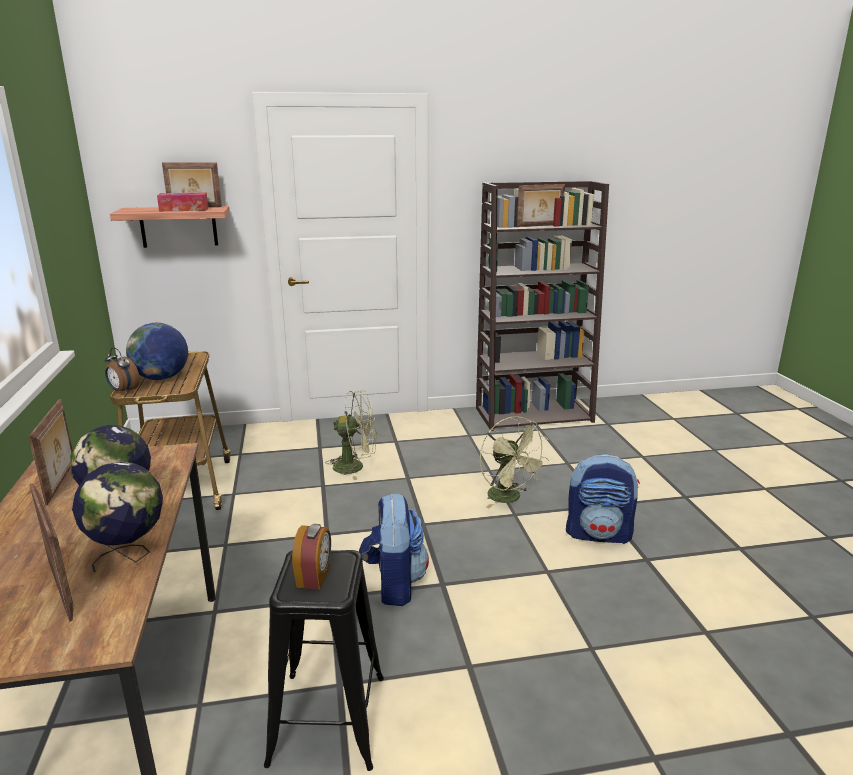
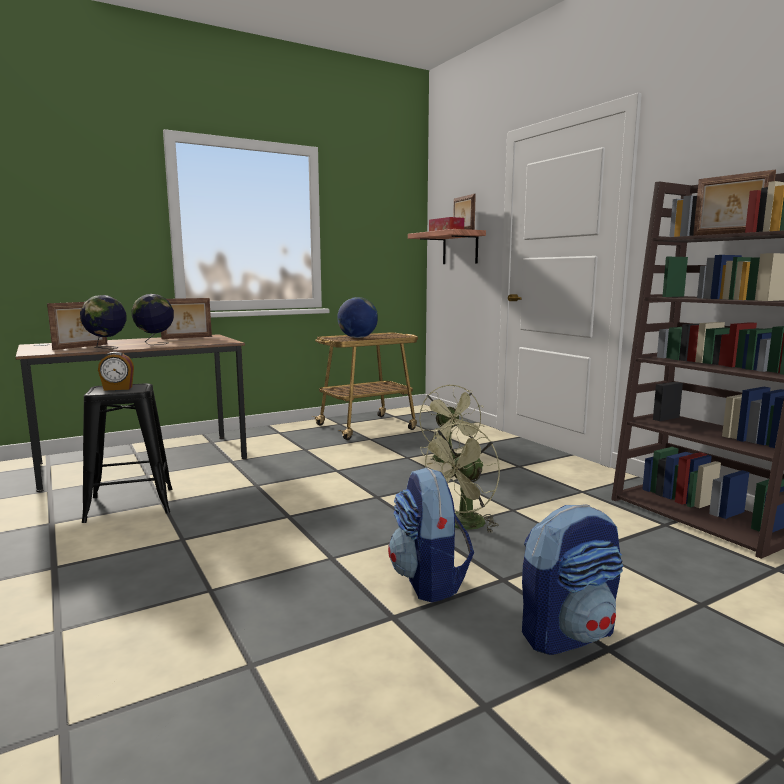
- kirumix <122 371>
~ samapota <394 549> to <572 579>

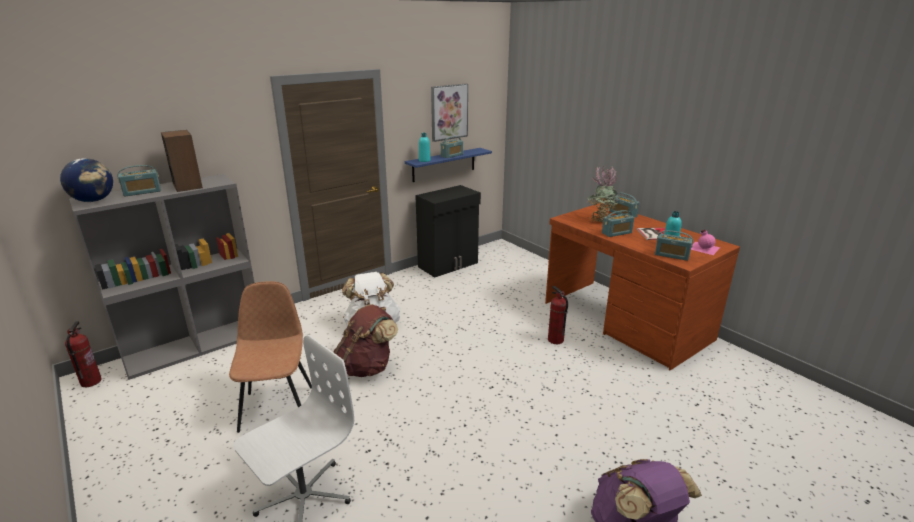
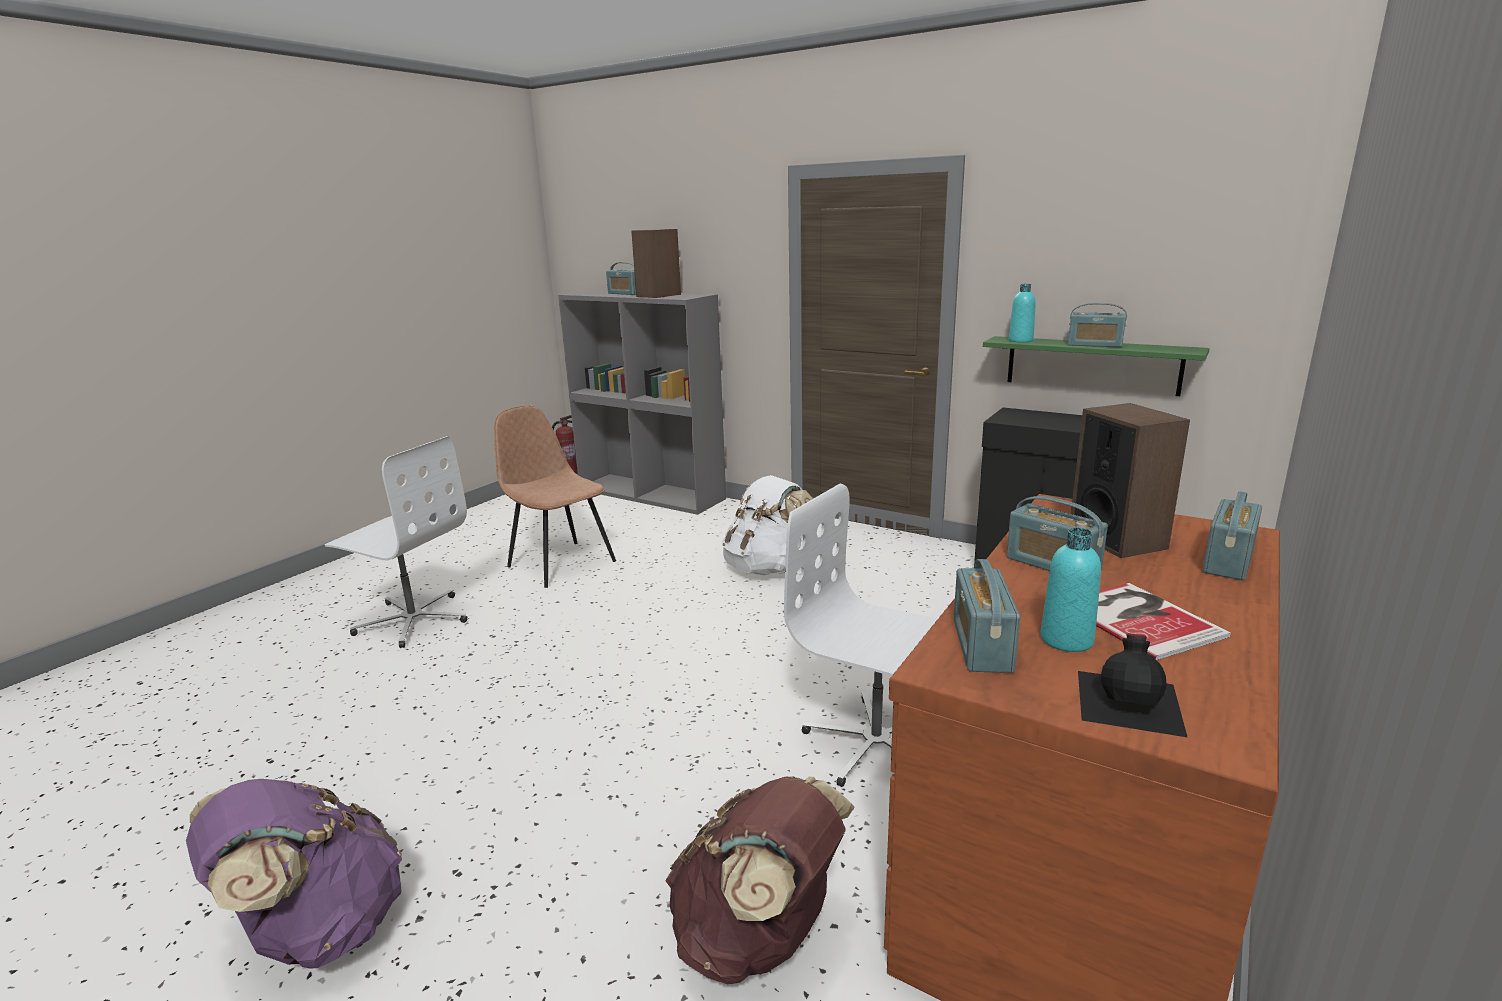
- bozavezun <449 113>
~ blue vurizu <448 165> to green vurizu <1096 366>
- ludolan <86 180>
~ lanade <602 194> to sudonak <1130 480>
~ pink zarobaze <705 242> to black zarobaze <1132 685>
~ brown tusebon <270 357> = <555 496> 105 degrees counterclockwise
~ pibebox <558 315> to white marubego <860 635>
~ brown samapota <366 340> to <760 880>

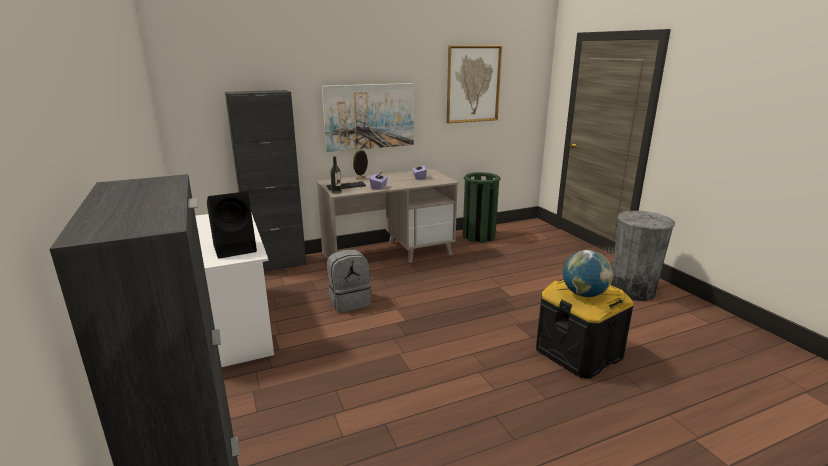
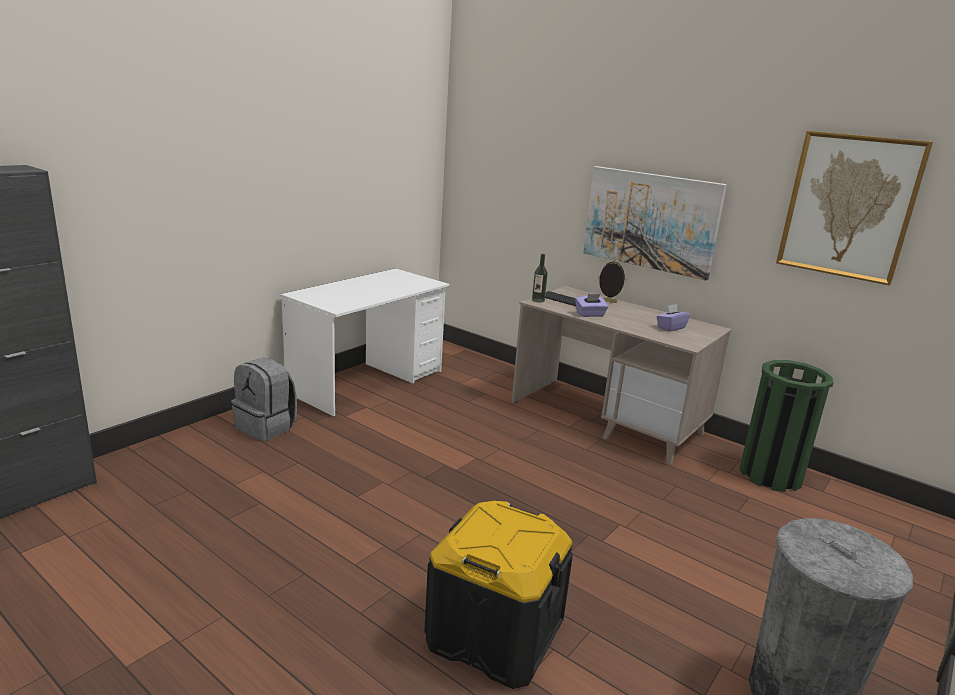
- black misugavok <265 180>
- black sudonak <232 225>
~ grey samapota <349 281> to <264 399>
- ludolan <588 273>

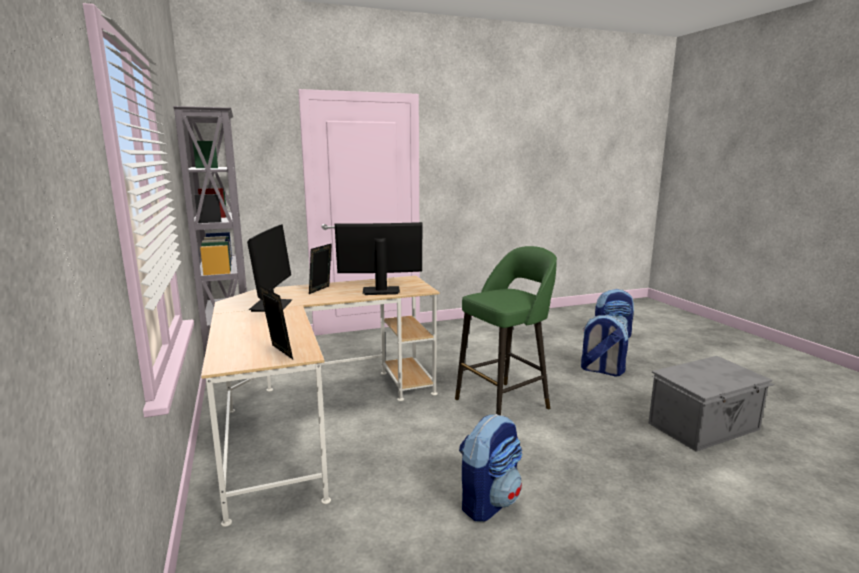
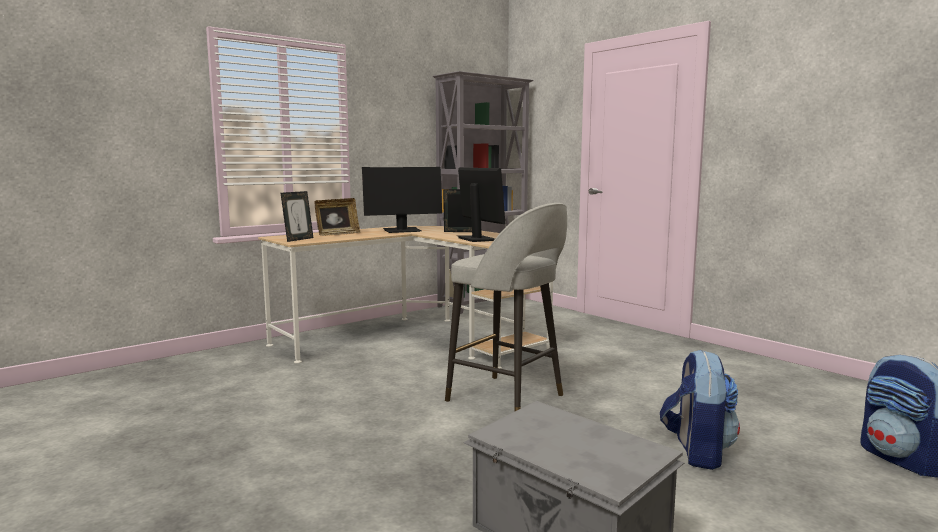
~ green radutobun <506 330> to grey radutobun <506 307>
- samapota <490 468>
+ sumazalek <337 217>

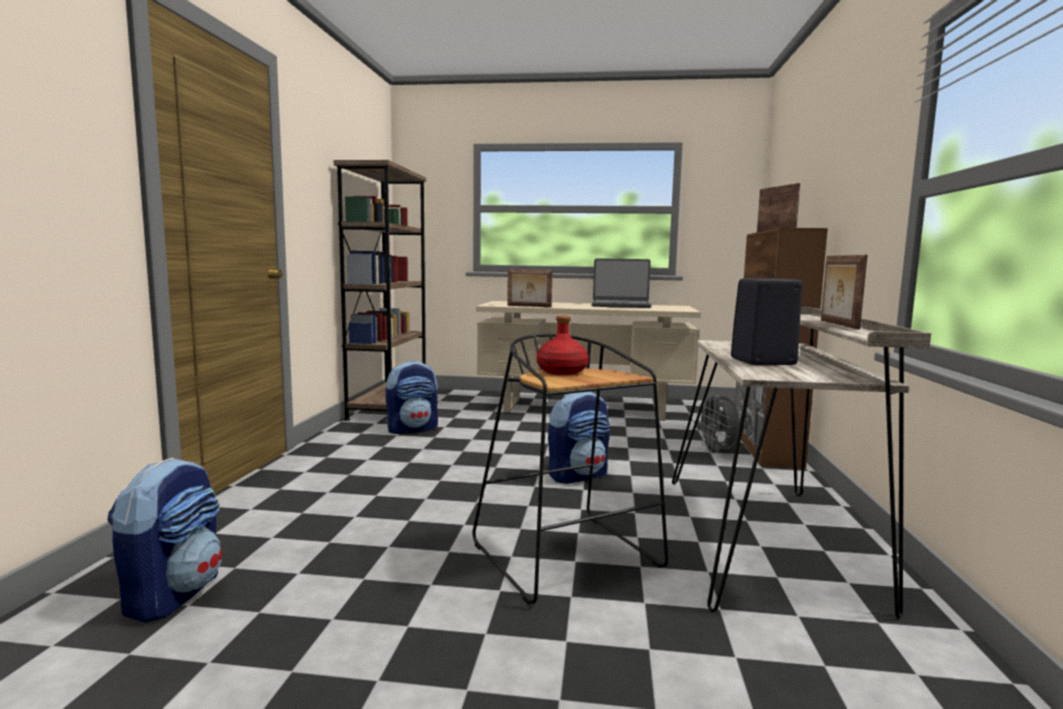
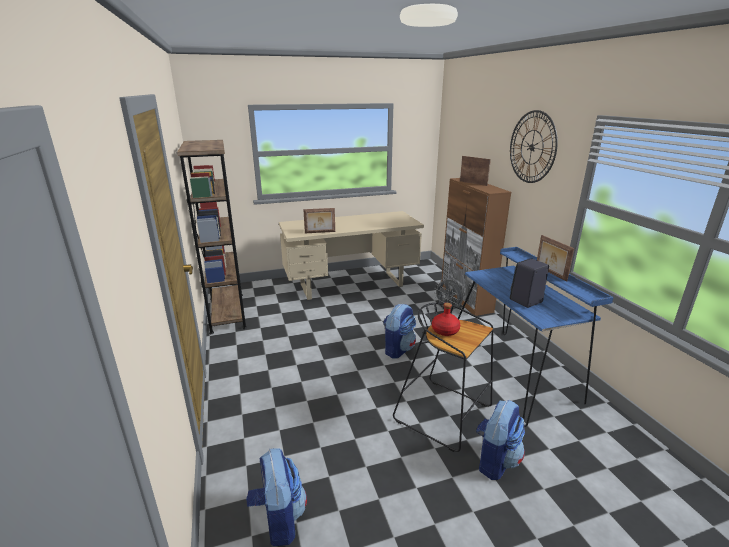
- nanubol <621 283>
~ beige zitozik <801 463> to blue zitozik <536 337>
~ samapota <411 397> to <500 440>
+ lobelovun <534 146>

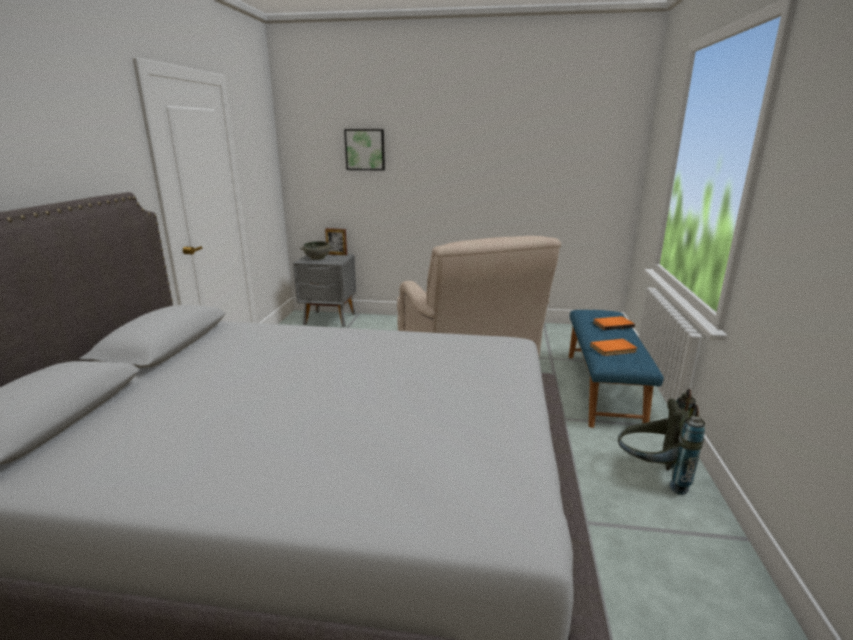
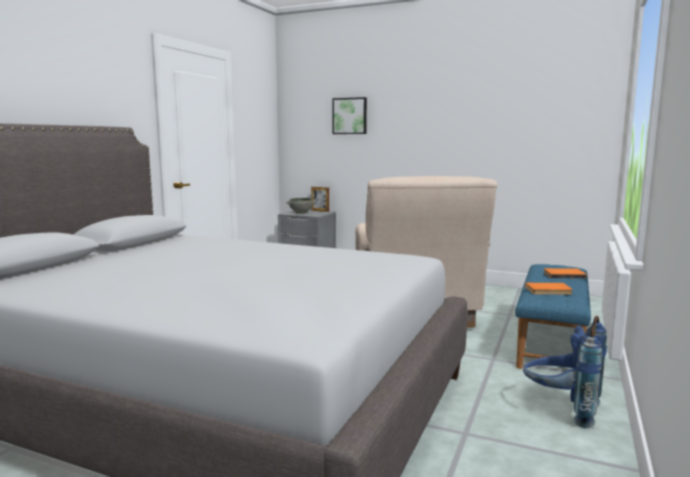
~ grey samapota <661 442> to blue samapota <565 372>

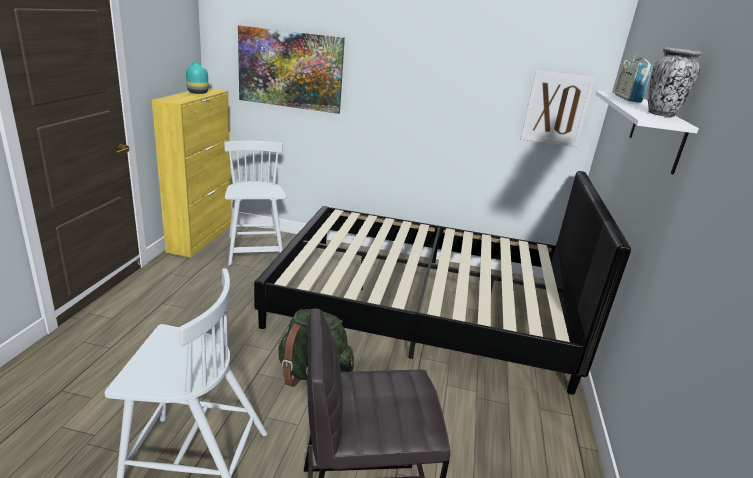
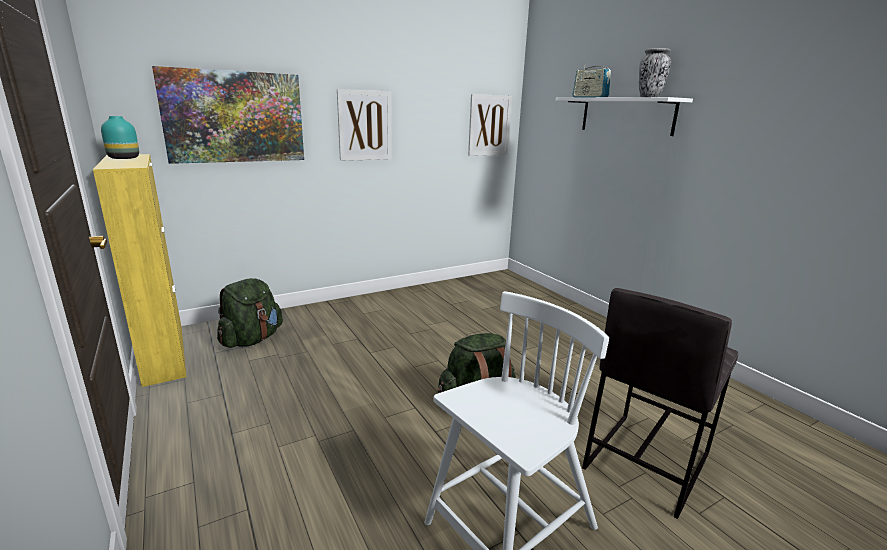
~ white tusebon <255 203> to green samapota <250 313>
- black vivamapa <442 283>
+ bozavezun <364 125>

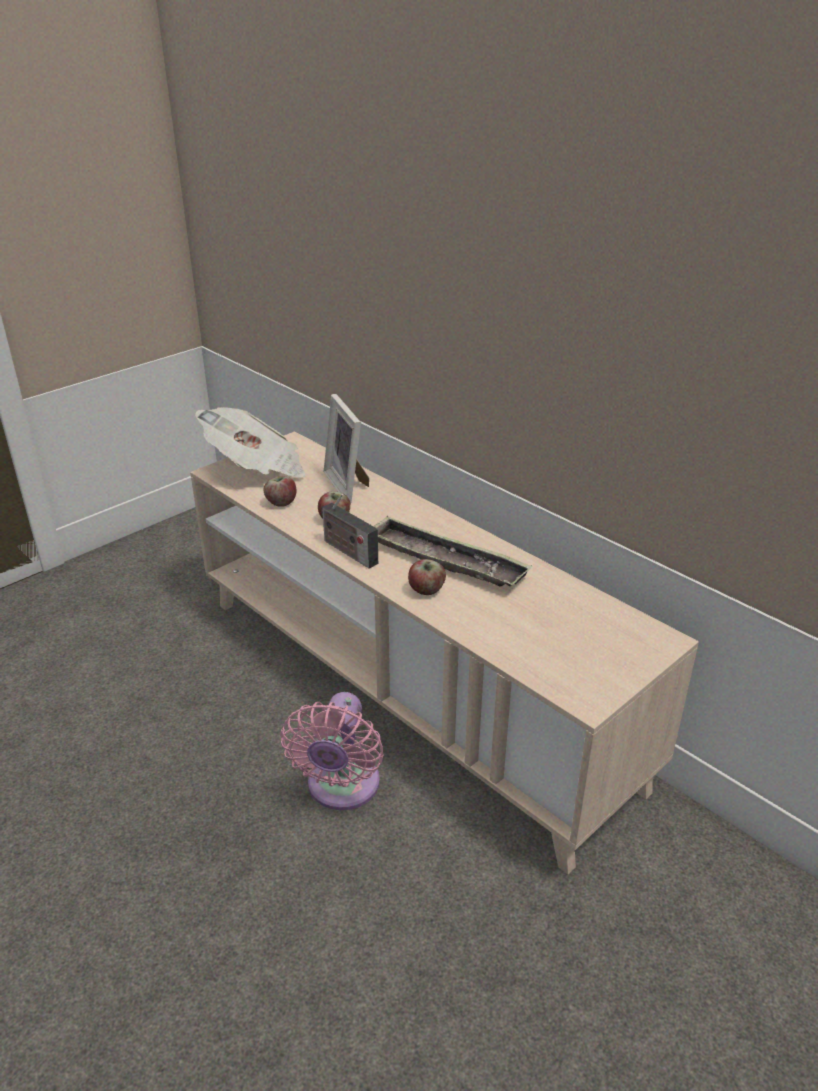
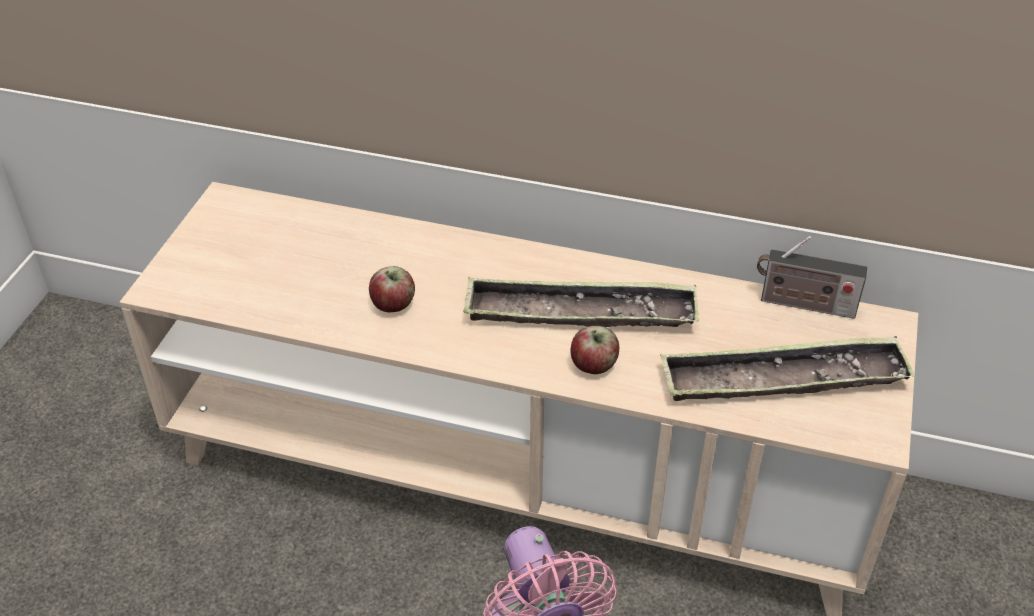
- sumazalek <346 449>
- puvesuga <250 442>
- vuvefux <280 491>
~ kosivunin <349 531> to <812 277>
+ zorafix <788 368>

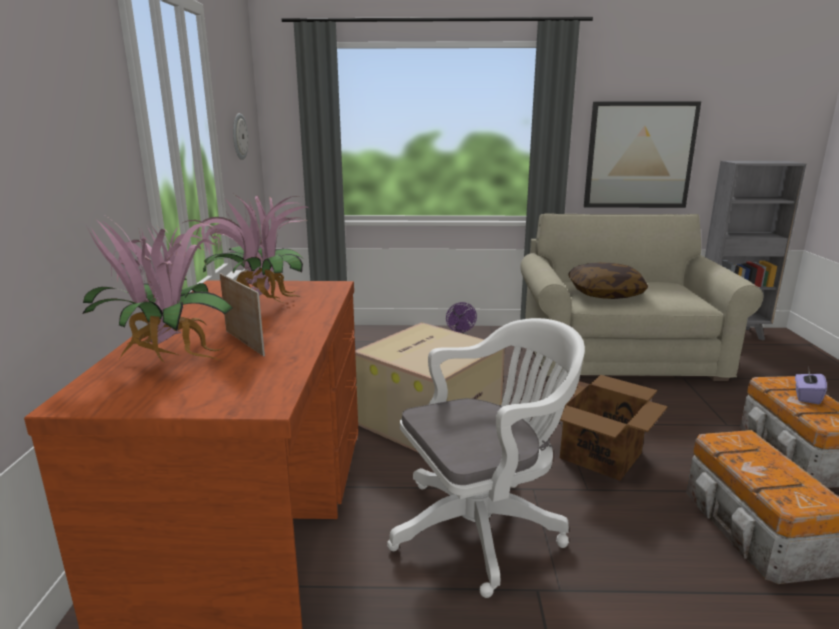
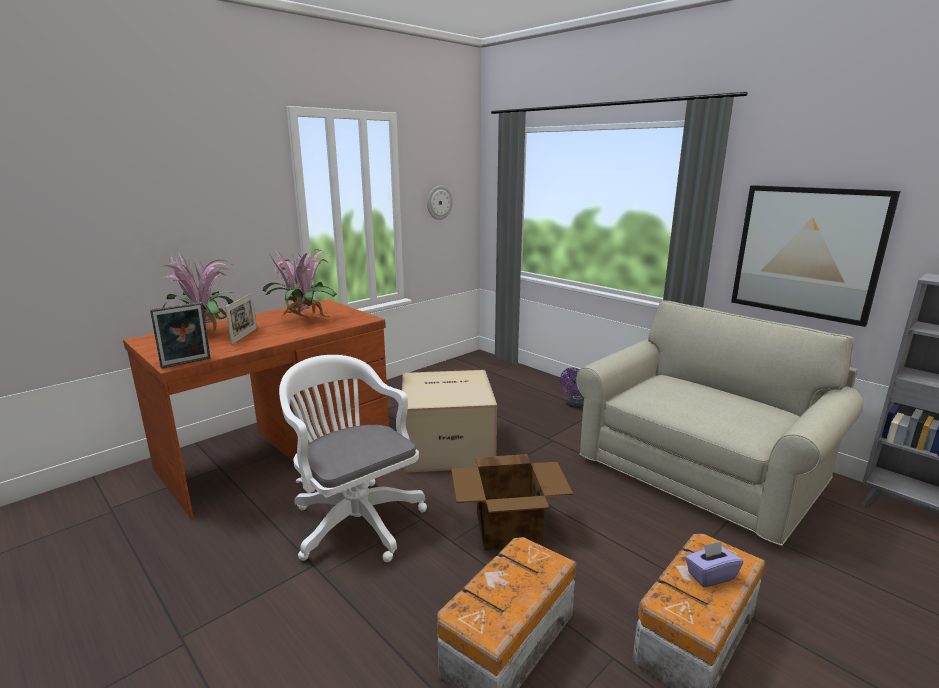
- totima <608 280>
~ white marubego <486 458> = <353 458> 150 degrees counterclockwise
+ sumazalek <180 335>

